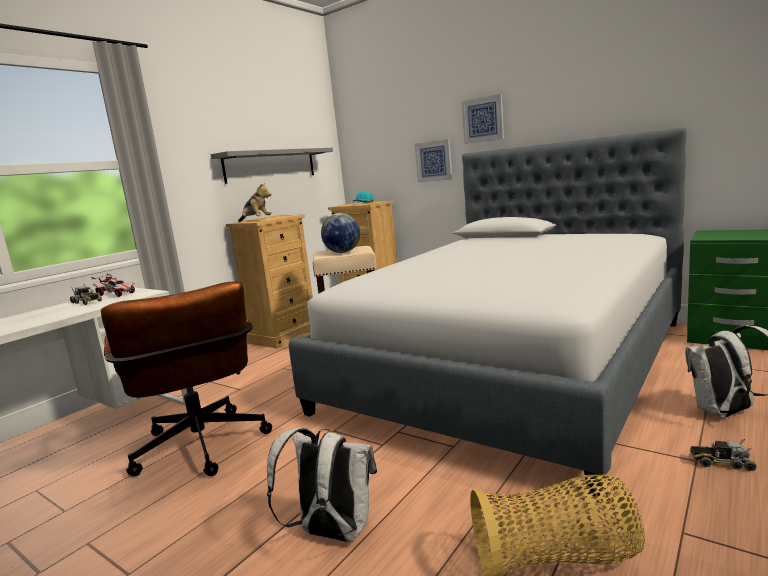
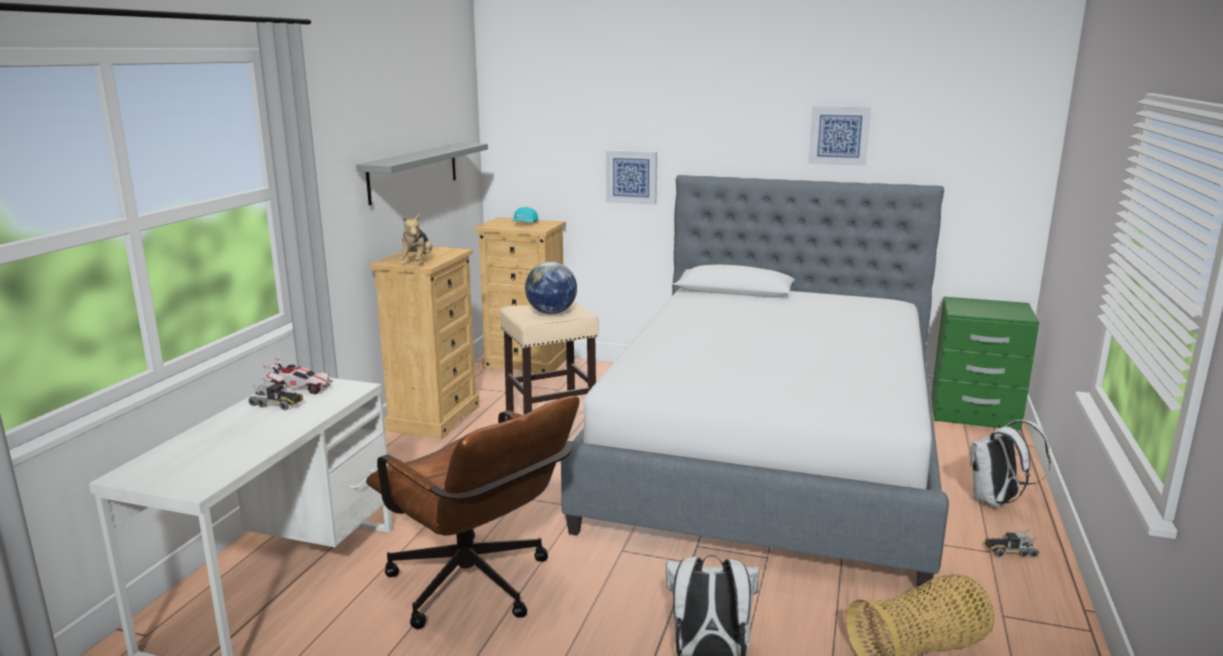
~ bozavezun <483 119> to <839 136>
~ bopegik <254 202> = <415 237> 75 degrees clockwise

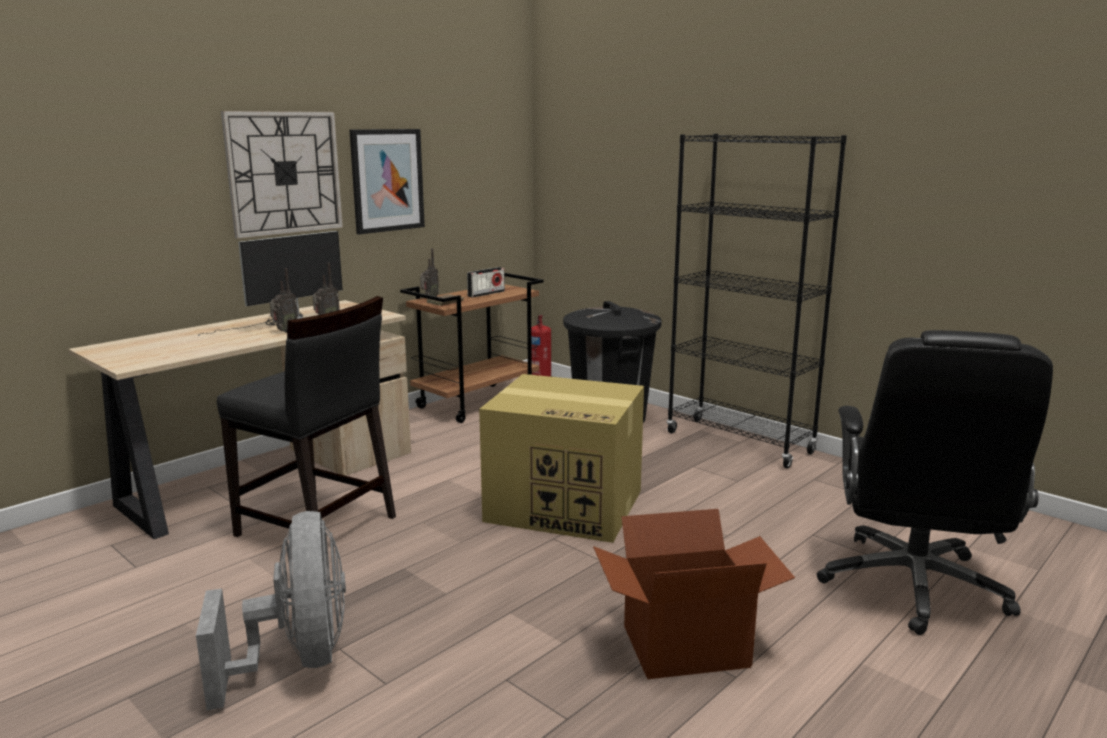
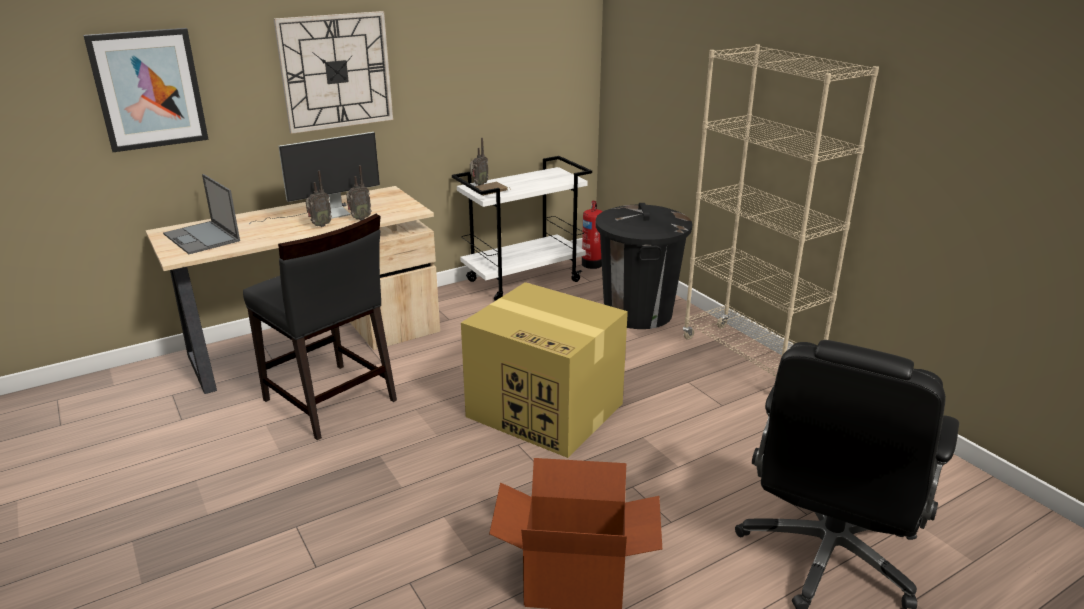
~ bozavezun <387 181> to <146 90>
~ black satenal <757 301> to beige satenal <781 210>
- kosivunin <486 282>
~ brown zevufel <472 348> to white zevufel <522 228>
- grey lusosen <271 610>
+ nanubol <201 214>

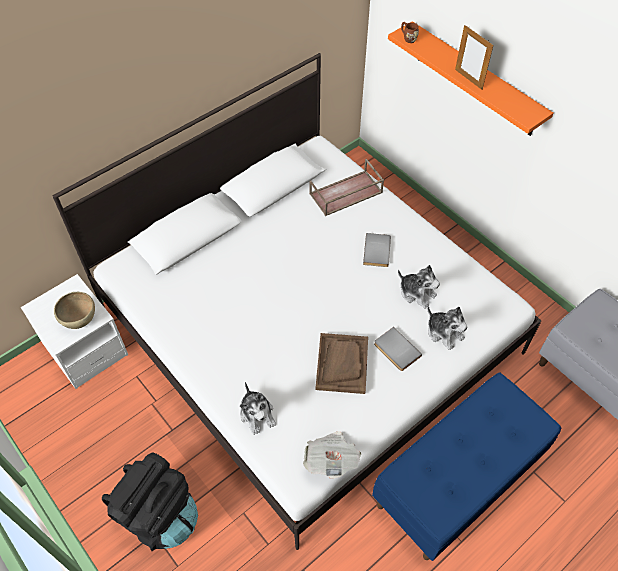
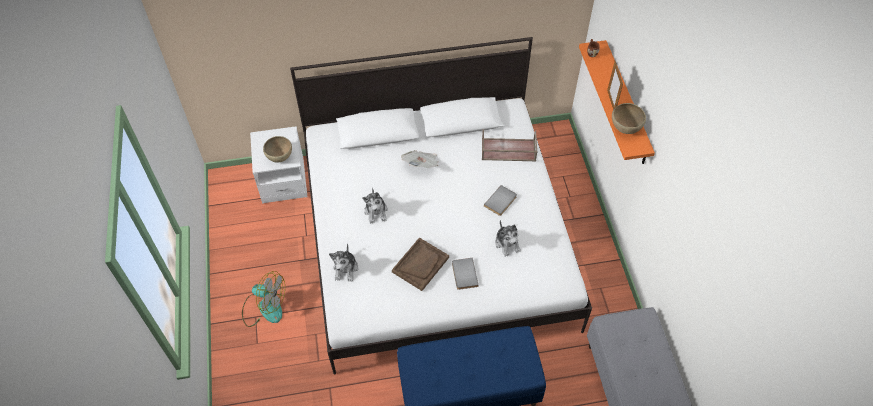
~ bopegik <447 328> to <375 205>
~ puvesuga <332 455> to <419 159>
~ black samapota <150 501> to lusosen <263 299>
+ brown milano <629 118>

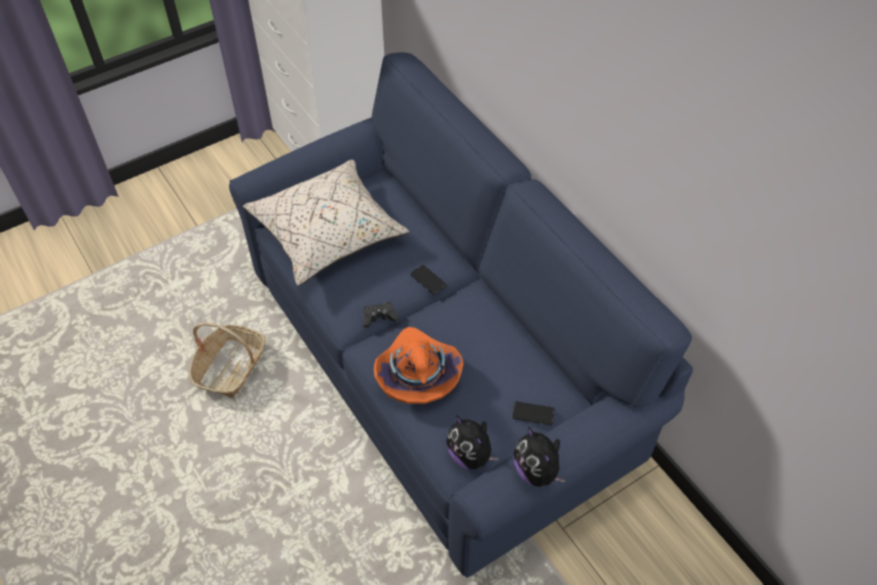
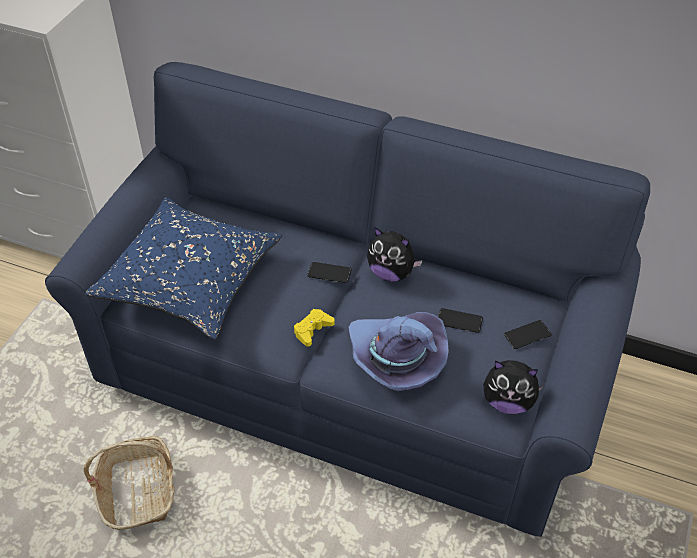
~ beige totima <326 222> to blue totima <183 268>
~ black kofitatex <380 314> to yellow kofitatex <314 328>
~ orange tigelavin <419 365> to purple tigelavin <399 351>
~ bopegik <540 456> to <395 254>
+ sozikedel <460 320>

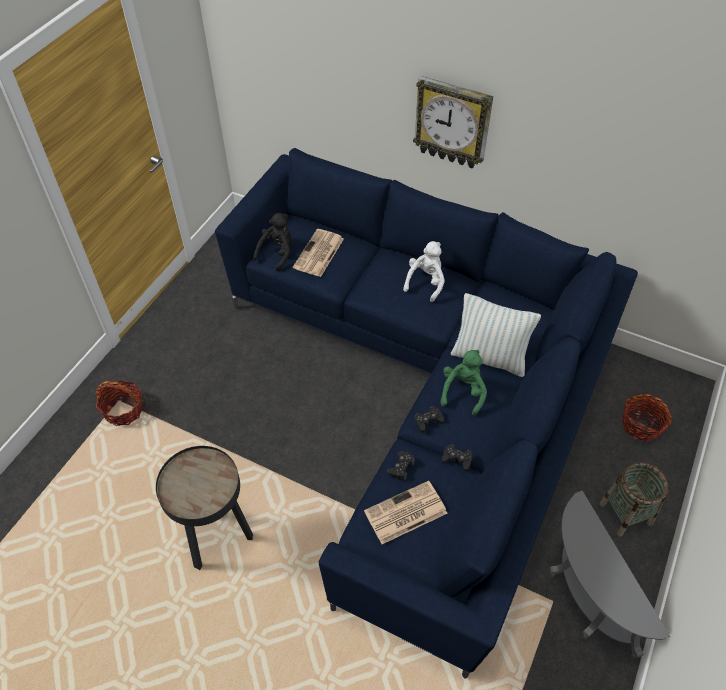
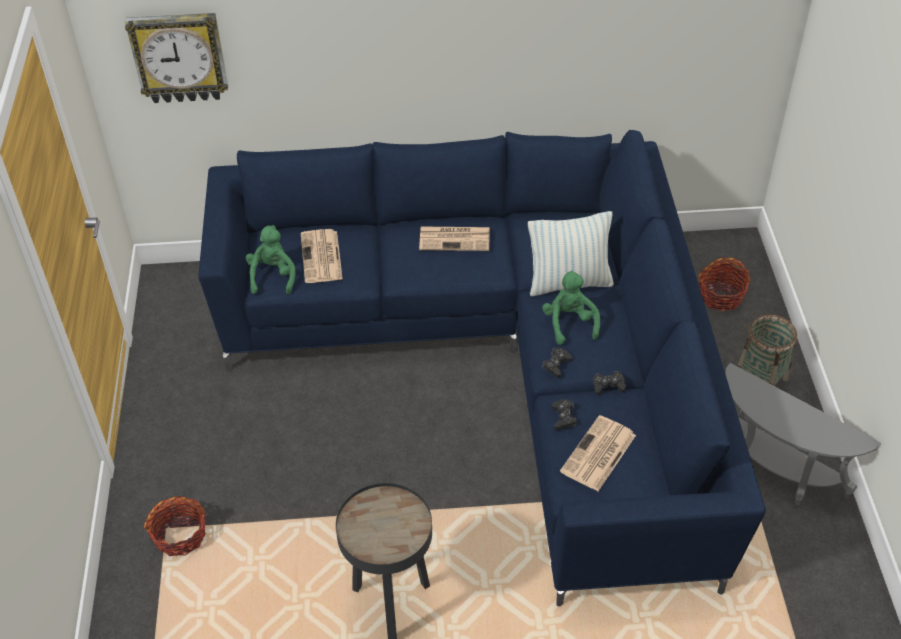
~ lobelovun <453 122> to <176 58>
~ black bopegik <272 242> to green bopegik <270 259>
~ white bopegik <424 271> to puvesuga <454 238>

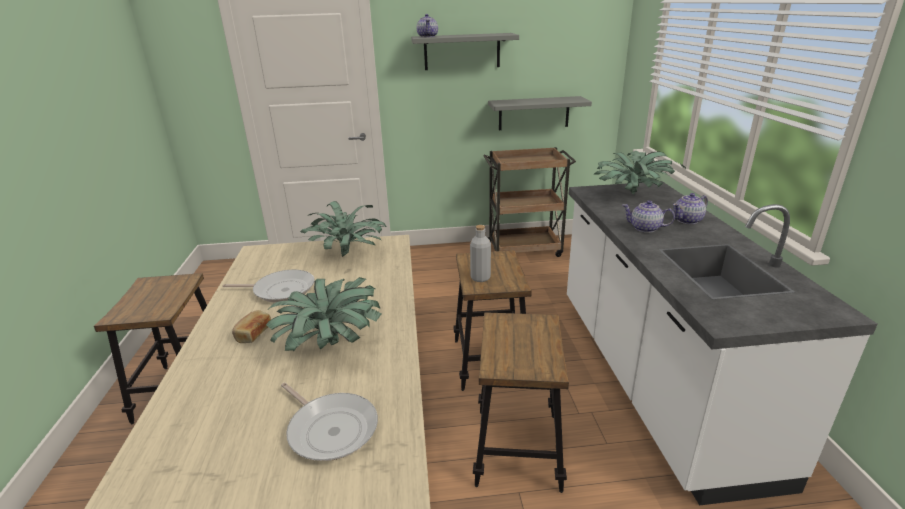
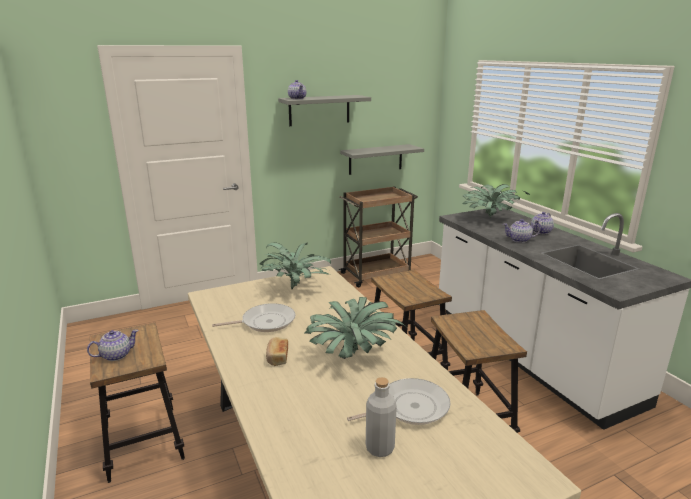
~ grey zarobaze <480 253> to <381 417>
~ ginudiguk <329 422> = <398 401> 45 degrees counterclockwise
+ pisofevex <113 345>

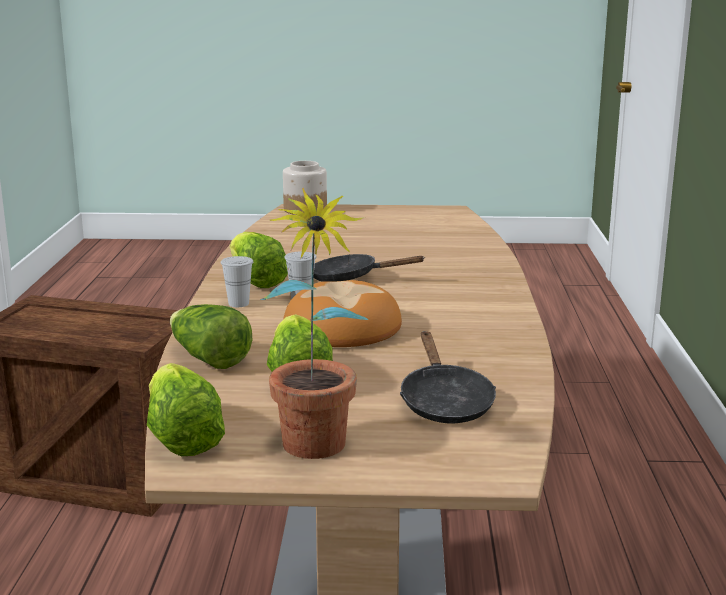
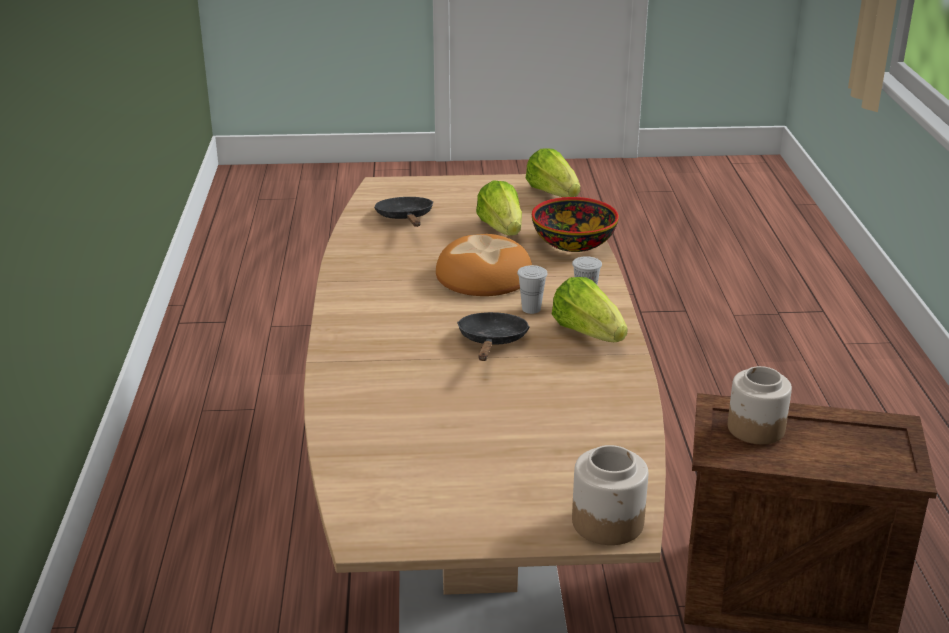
- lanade <314 323>
~ black ginudiguk <369 268> = <493 336> 90 degrees counterclockwise
~ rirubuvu <211 336> to milano <575 224>
+ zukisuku <760 405>

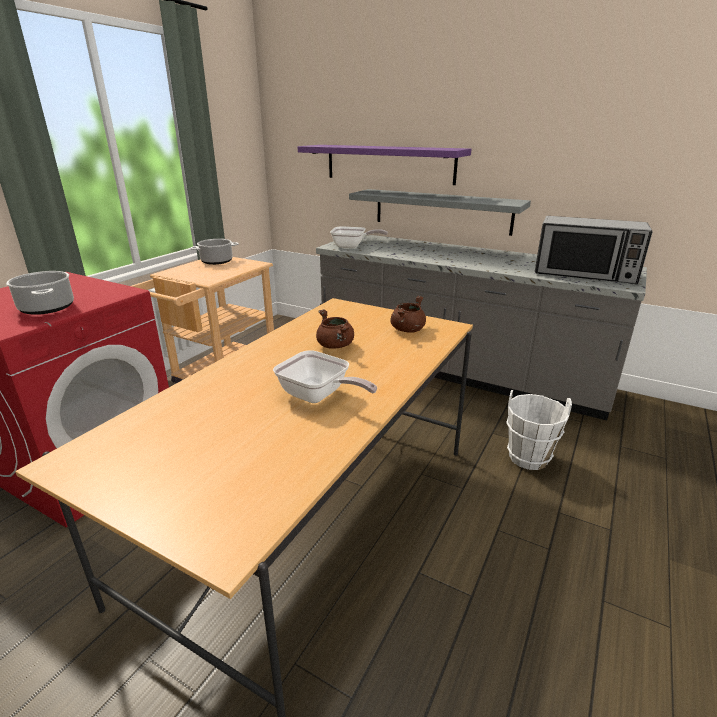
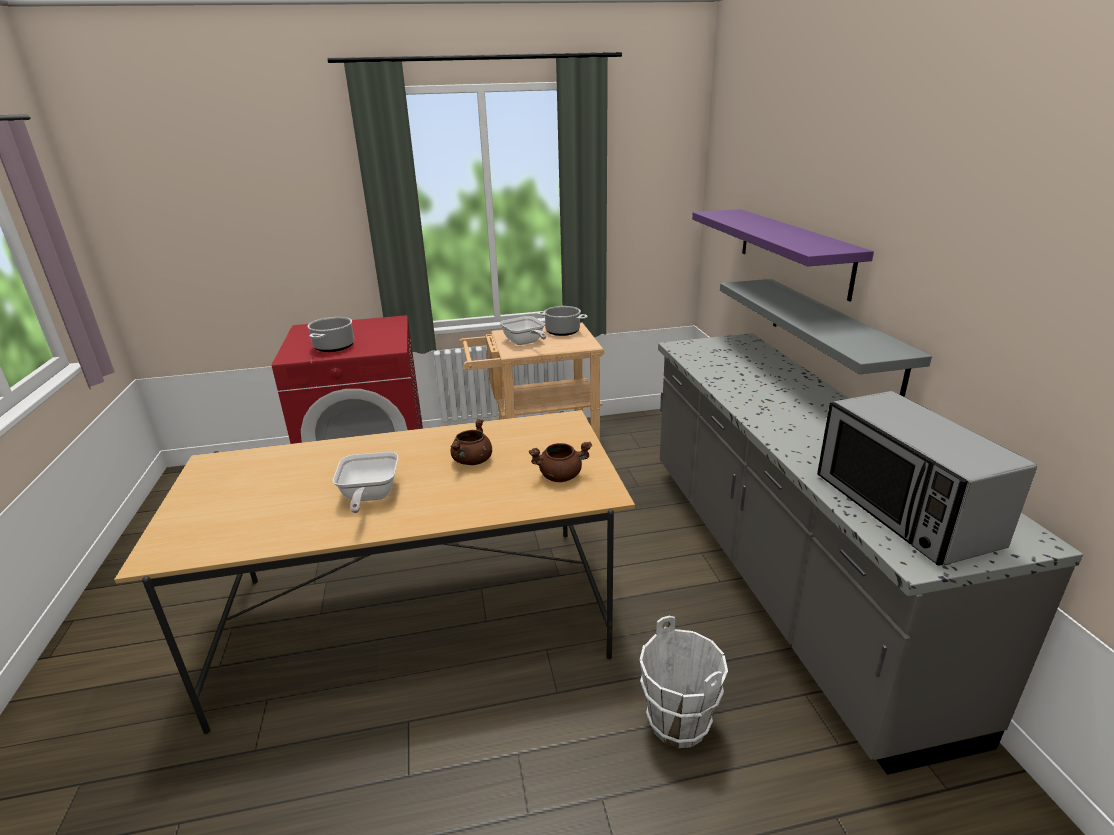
~ ginudiguk <359 237> to <523 330>

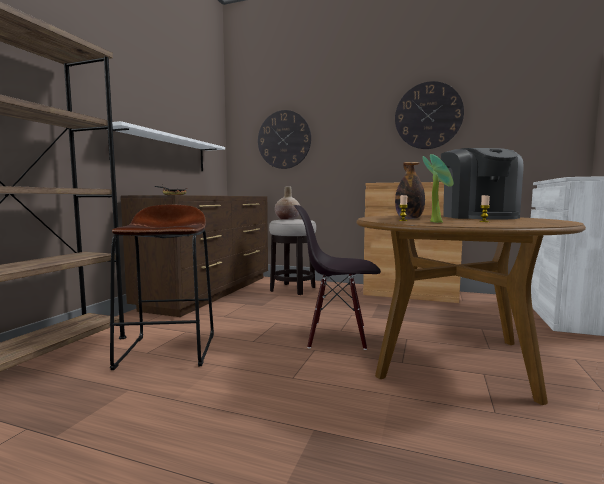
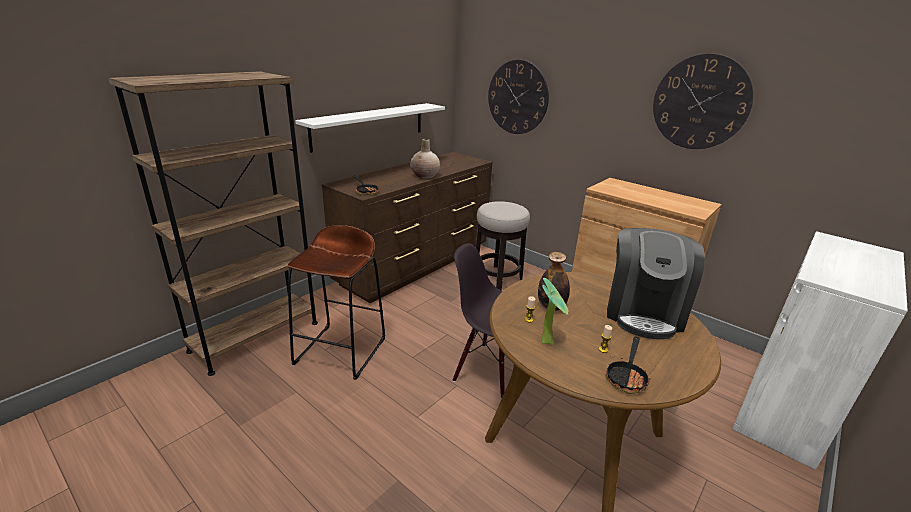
~ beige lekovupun <287 203> to <425 159>
+ ginudiguk <627 365>

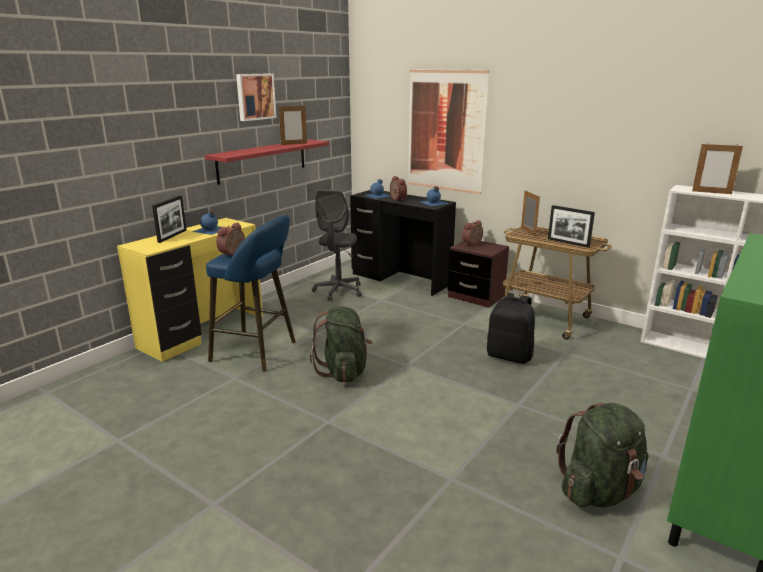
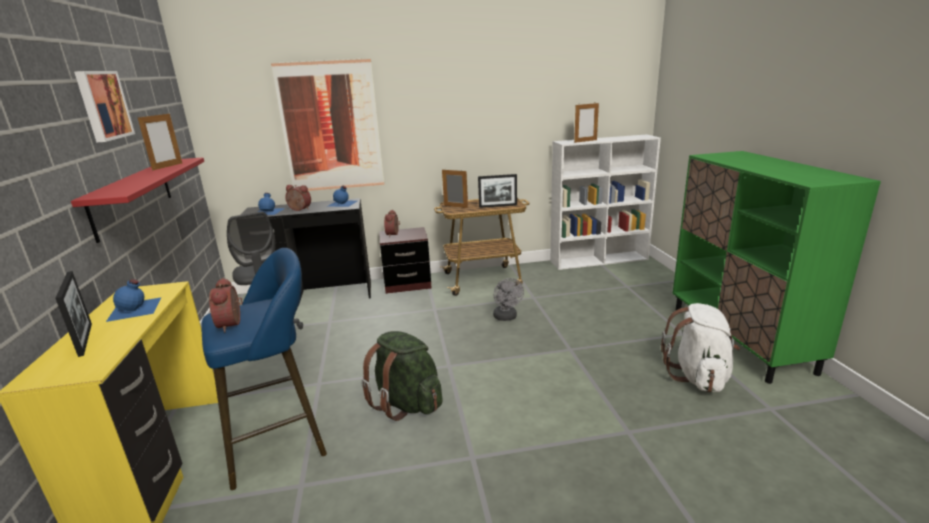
~ black samapota <511 328> to grey lusosen <508 299>
~ green samapota <602 455> to white samapota <700 347>

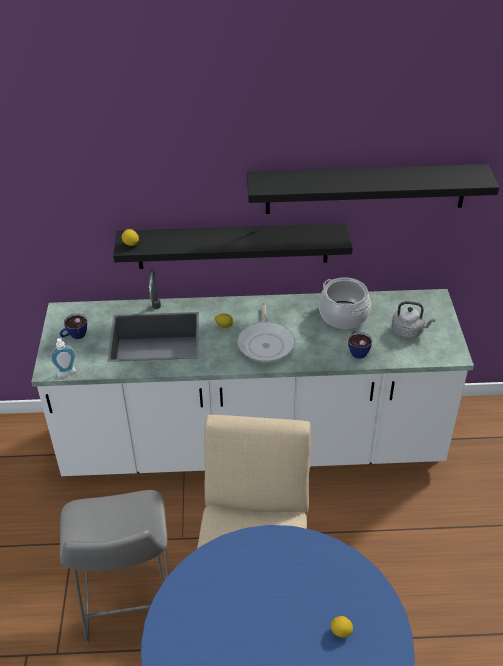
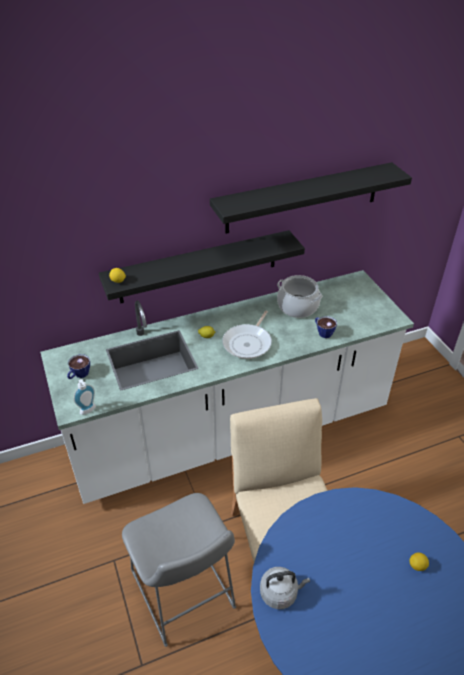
~ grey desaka <413 319> to <285 588>
~ ginudiguk <266 332> = <247 335> 45 degrees clockwise

